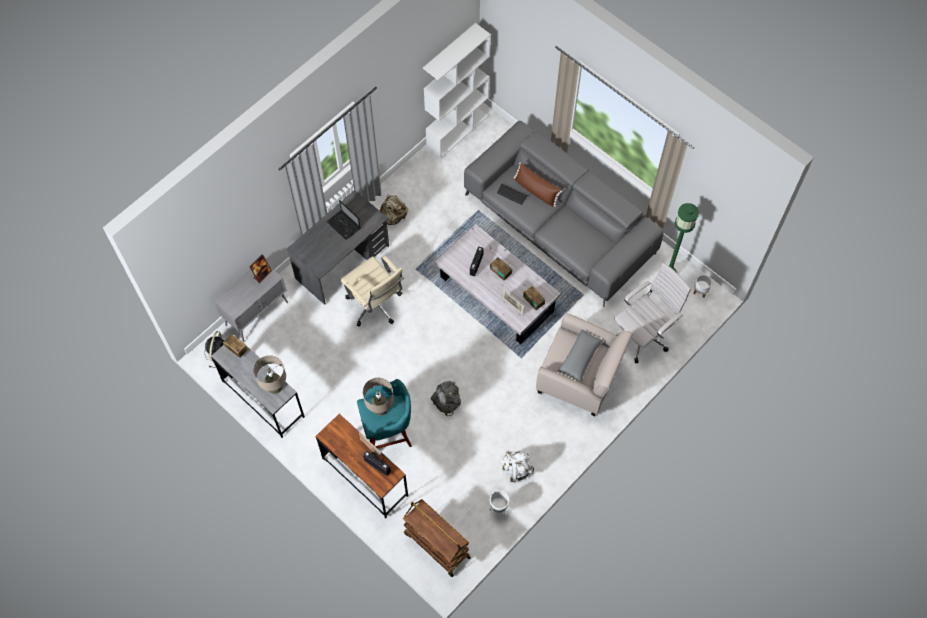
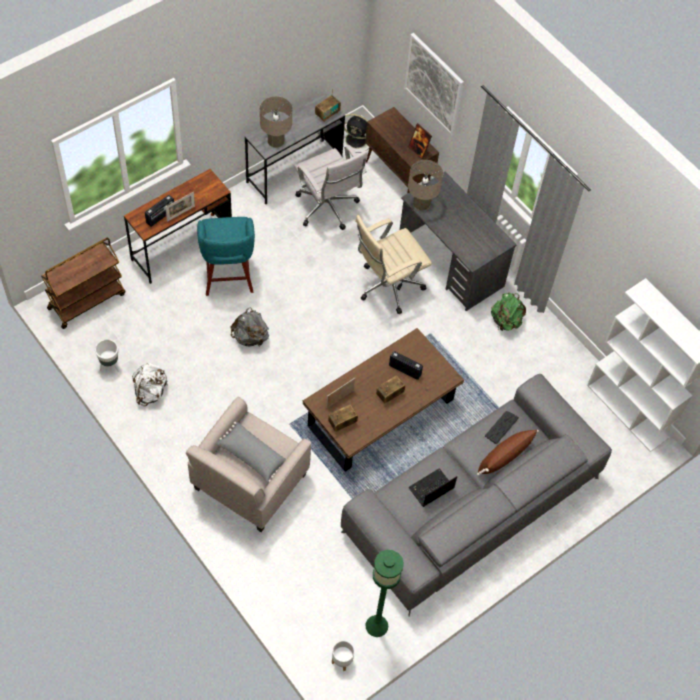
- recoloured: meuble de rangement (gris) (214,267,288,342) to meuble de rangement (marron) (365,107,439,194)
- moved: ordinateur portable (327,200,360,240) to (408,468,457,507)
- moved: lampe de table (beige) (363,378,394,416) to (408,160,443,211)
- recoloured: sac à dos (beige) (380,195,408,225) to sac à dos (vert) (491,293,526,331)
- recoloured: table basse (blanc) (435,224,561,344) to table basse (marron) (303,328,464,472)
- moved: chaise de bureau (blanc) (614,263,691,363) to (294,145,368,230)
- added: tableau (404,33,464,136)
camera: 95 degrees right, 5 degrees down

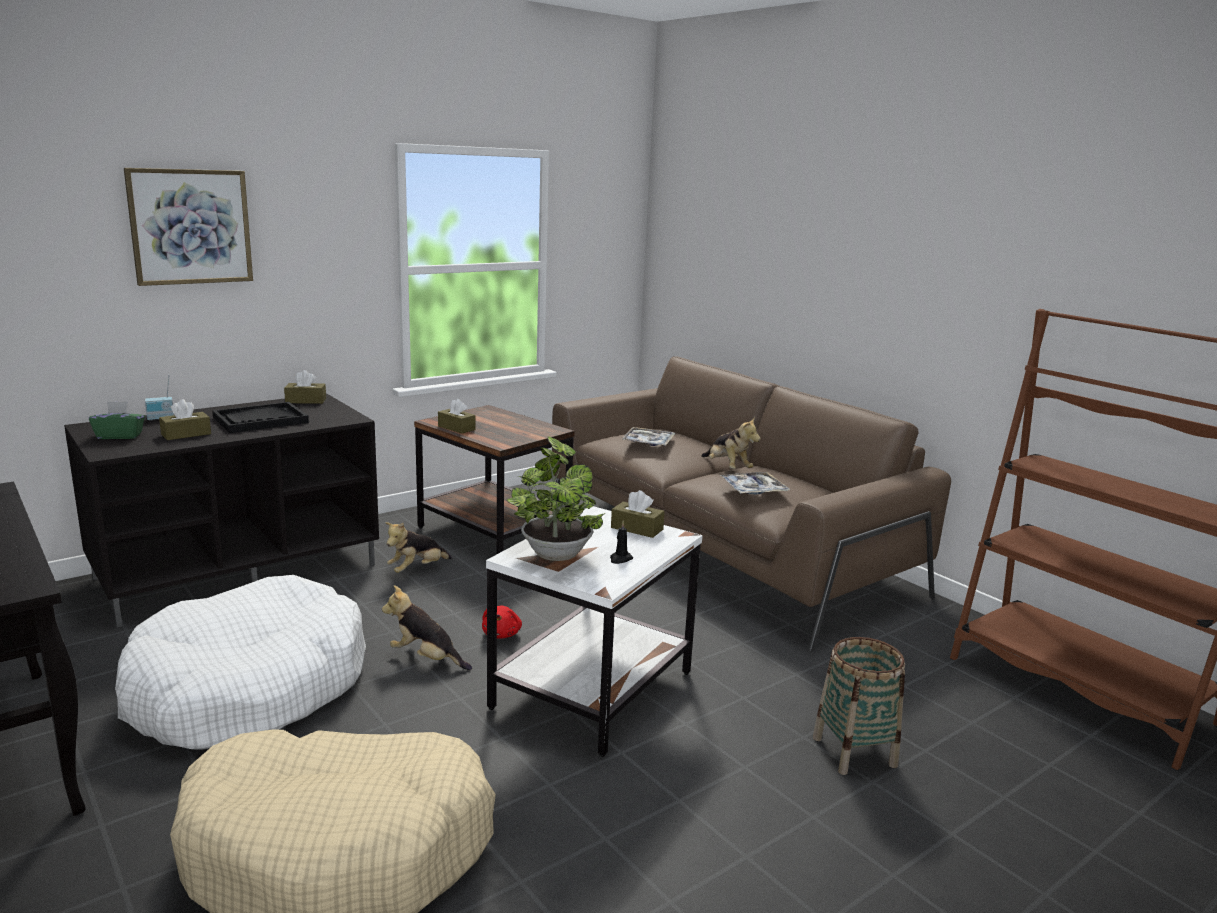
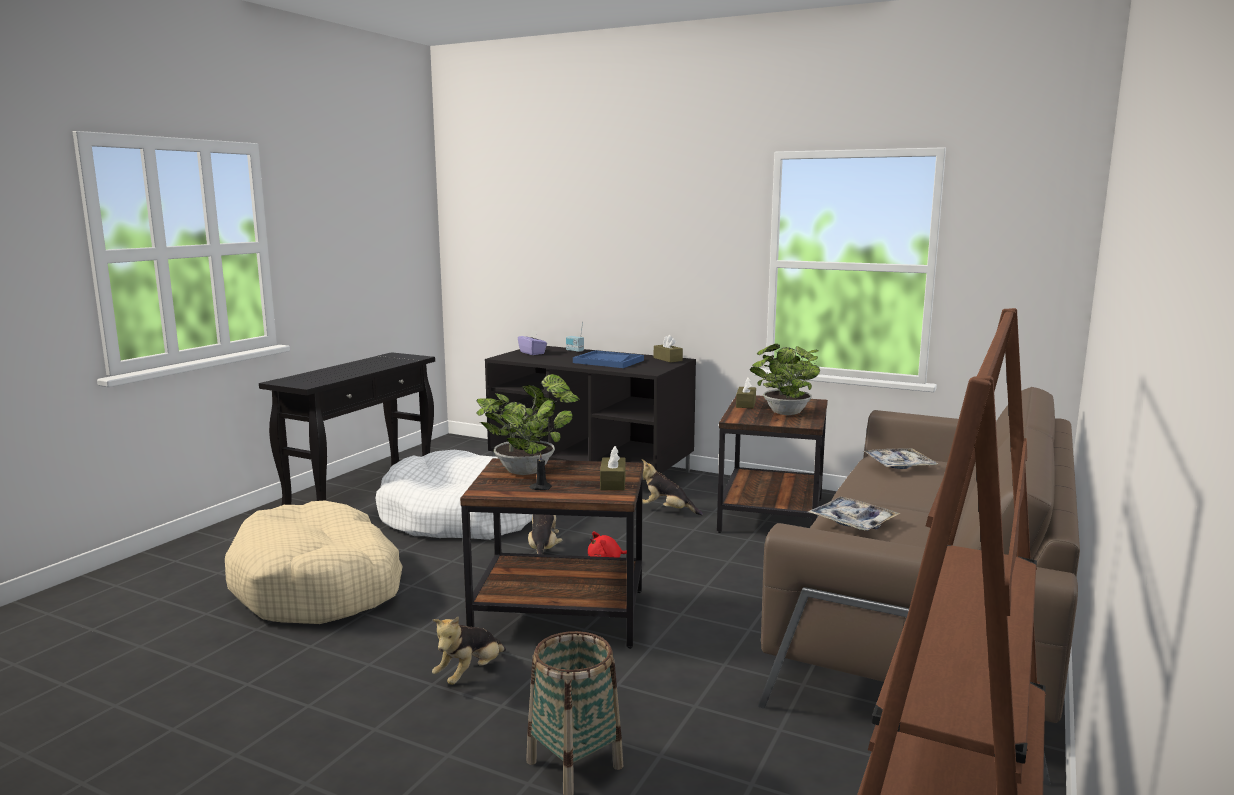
- recoloured: boîte à mouchoirs (vert) (89,401,145,439) to boîte à mouchoirs (violet) (518,330,547,355)
- removed: tableau (124,168,253,286)
- removed: boîte à mouchoirs (marron) (159,399,211,440)
- recoloured: plateau (noir) (212,402,309,433) to plateau (bleu) (573,350,644,368)
- recoloured: table d'appoint (blanc) (486,506,703,757) to table d'appoint (marron) (460,458,644,649)
- moved: peluche (701,416,761,469) to (432,617,506,685)
- added: plante en pot (750,344,820,415)
camera: 65 degrees right, 5 degrees down

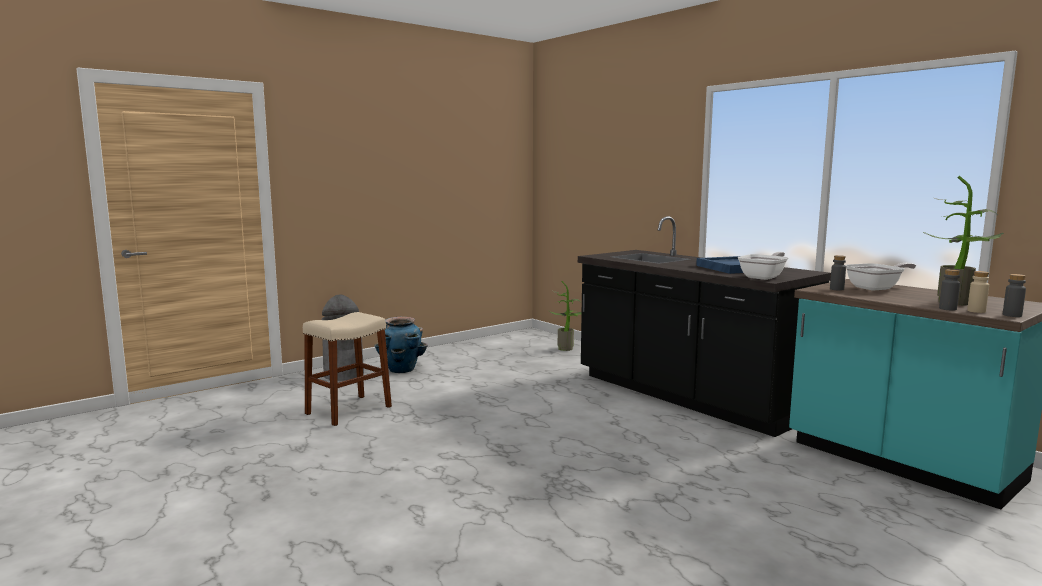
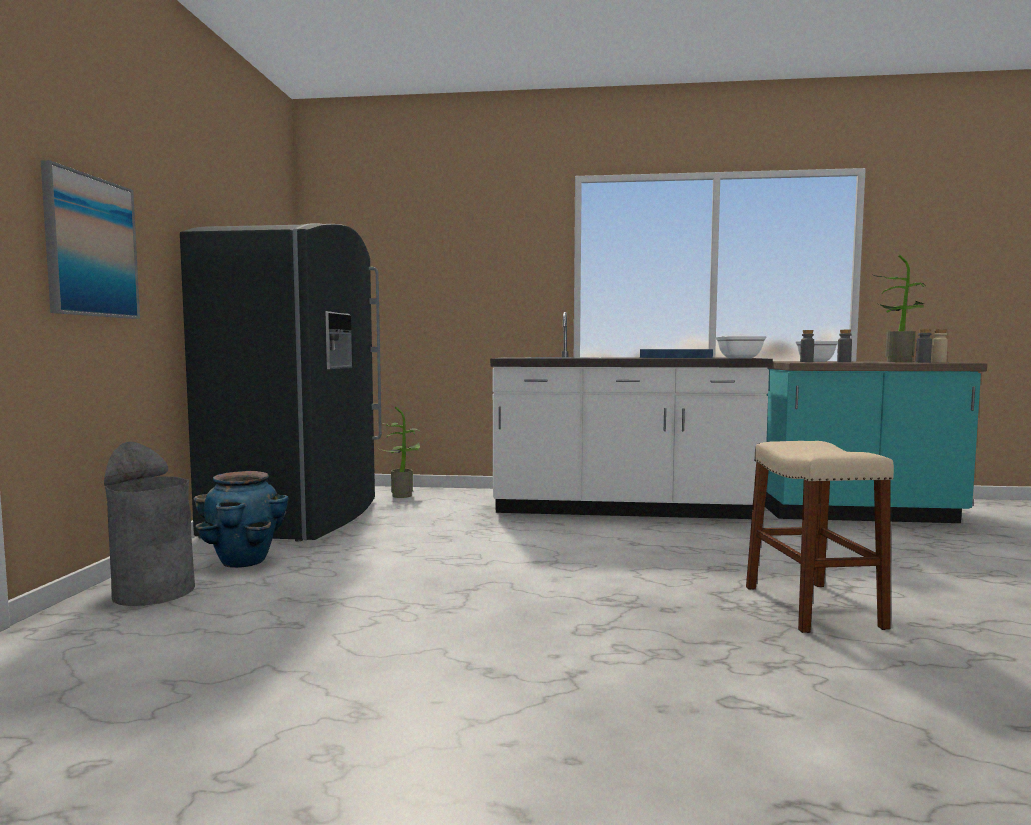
- moved: tabouret (beige) (303,312,392,426) to (746,441,894,633)
- recoloured: comptoir de cuisine (noir) (578,216,831,437) to comptoir de cuisine (blanc) (490,312,773,519)
- moved: bouteille (gris) (1003,274,1026,317) to (837,330,852,362)
- added: tableau (41,160,140,319)
- added: réfrigérateur (gris) (180,223,382,542)
camera: 45 degrees left, 5 degrees down

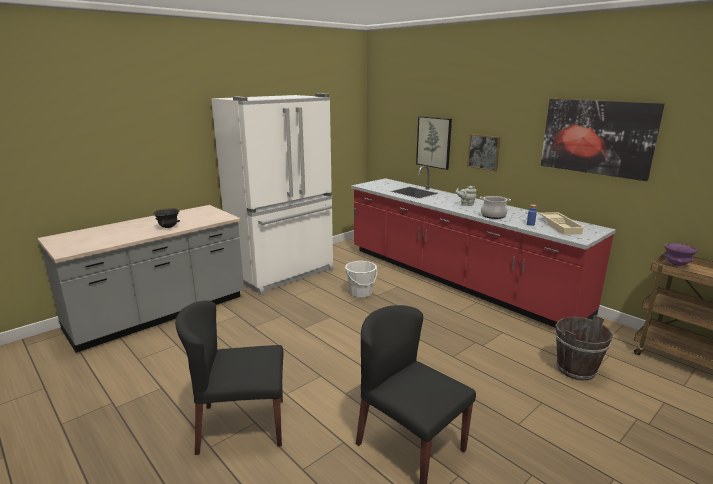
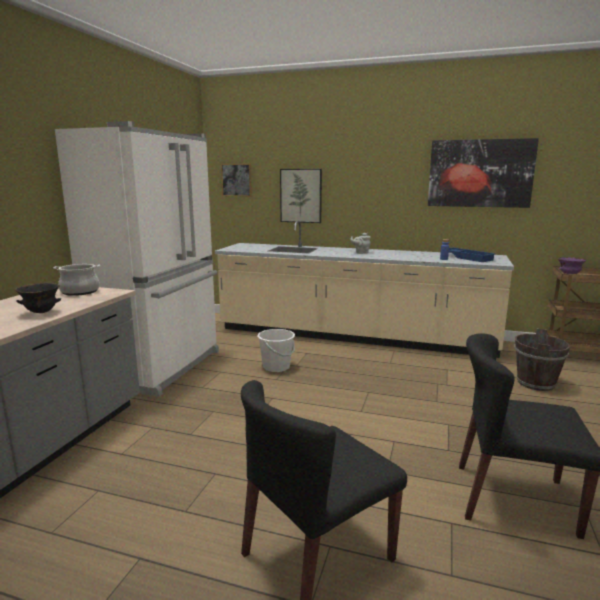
- recoloured: comptoir de cuisine (rouge) (351,166,616,328) to comptoir de cuisine (beige) (215,220,514,358)
- moved: tableau (467,134,501,172) to (221,164,252,197)
- moved: marmite (480,196,511,219) to (53,264,100,296)
- recoloured: plateau (beige) (539,212,585,235) to plateau (bleu) (449,247,495,262)
camera: 30 degrees left, 5 degrees down

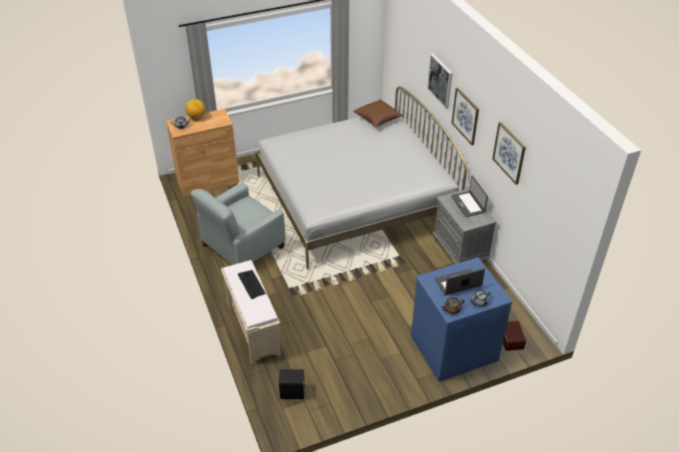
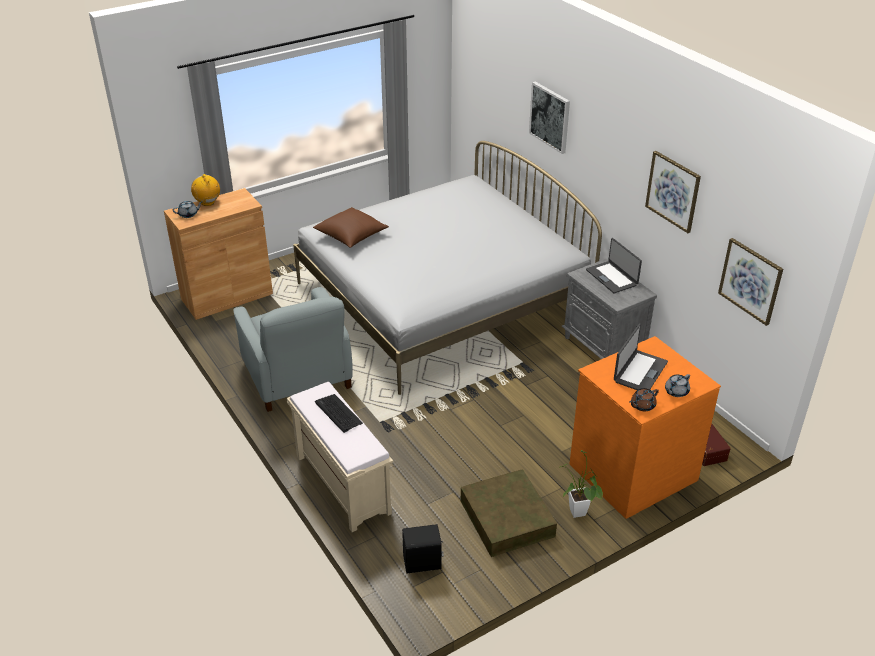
- turned: fauteuil (gris) (190,184,286,265) = (233,287,353,412) 60 degrees counterclockwise
- moved: coussin (marron) (353,99,403,128) to (313,207,389,248)
- recoloured: commode (bleu) (411,257,513,382) to commode (orange) (570,336,721,519)
- turned: ordinateur portable (435,268,485,295) = (614,324,668,390) 150 degrees clockwise
- moved: tableau (452,88,479,145) to (718,238,783,326)
- added: boîte de rangement (marron) (460,469,557,557)
- added: plante en pot (560,450,603,518)
camera: 10 degrees left, 5 degrees down

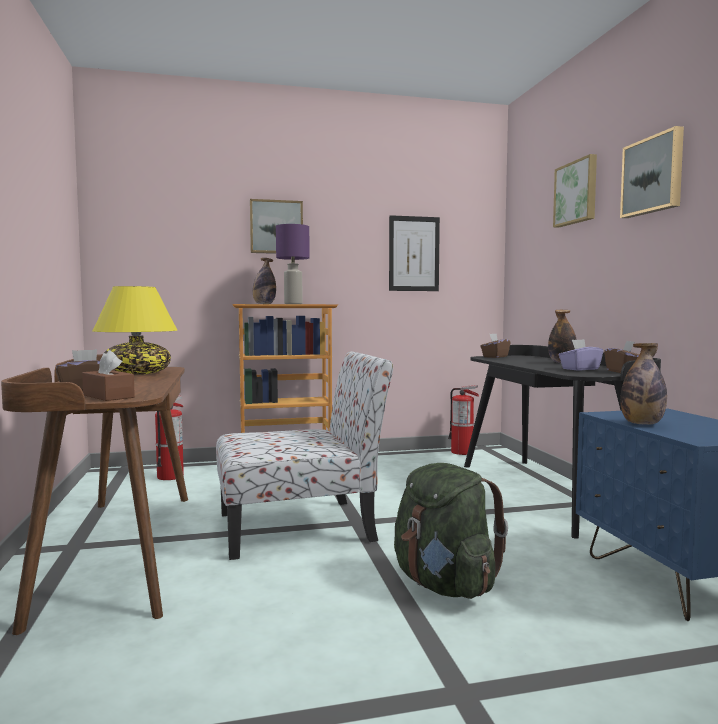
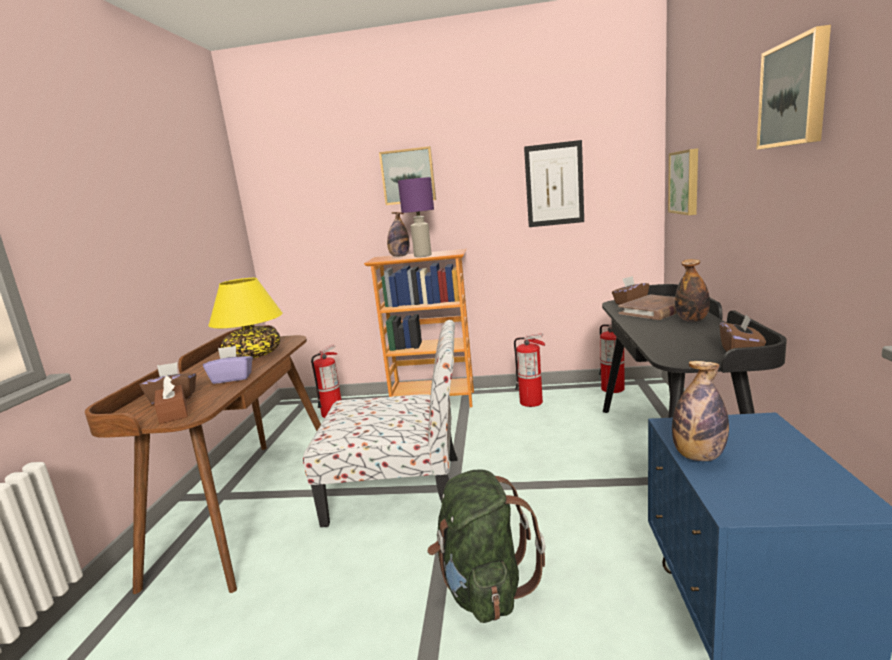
- moved: tableau (553,154,597,228) to (668,148,698,215)
- moved: boîte à mouchoirs (violet) (559,339,603,371) to (203,346,253,384)
- added: extincteur (514,333,545,407)
- added: livre (marron) (618,294,677,320)
camera: 20 degrees right, 10 degrees up

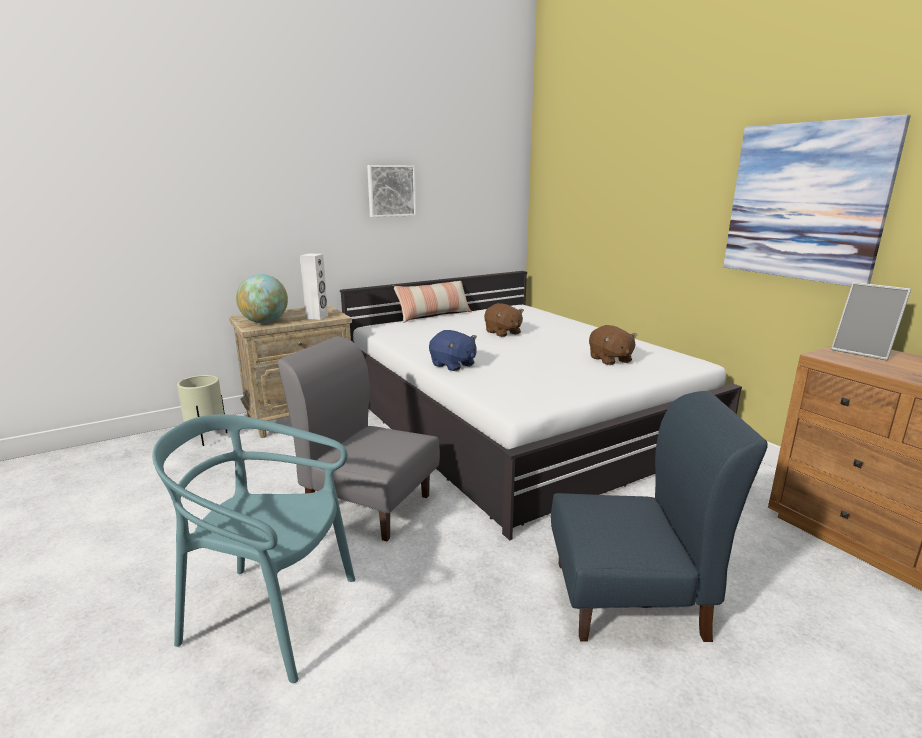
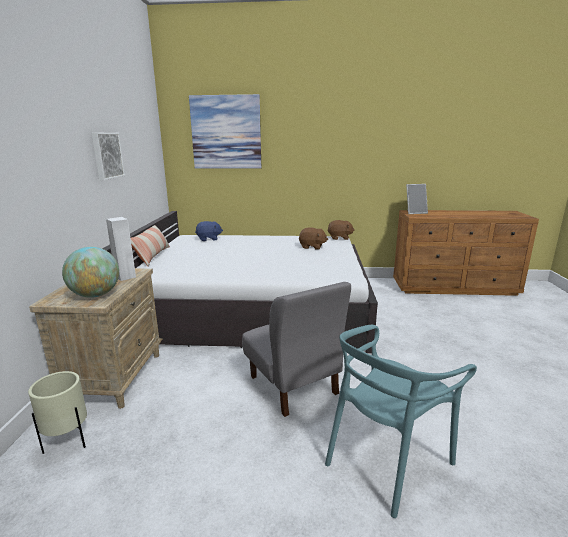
- turned: chaise (gris) (278,336,440,541) = (242,282,351,417) 90 degrees counterclockwise
- moved: peluche (bleu) (429,330,477,371) to (195,221,223,241)
- moved: peluche (marron) (484,303,524,337) to (327,220,355,240)
- removed: chaise (bleu) (551,391,768,642)
- moved: tableau (723,115,911,286) to (189,94,261,169)
camera: 55 degrees left, 0 degrees up

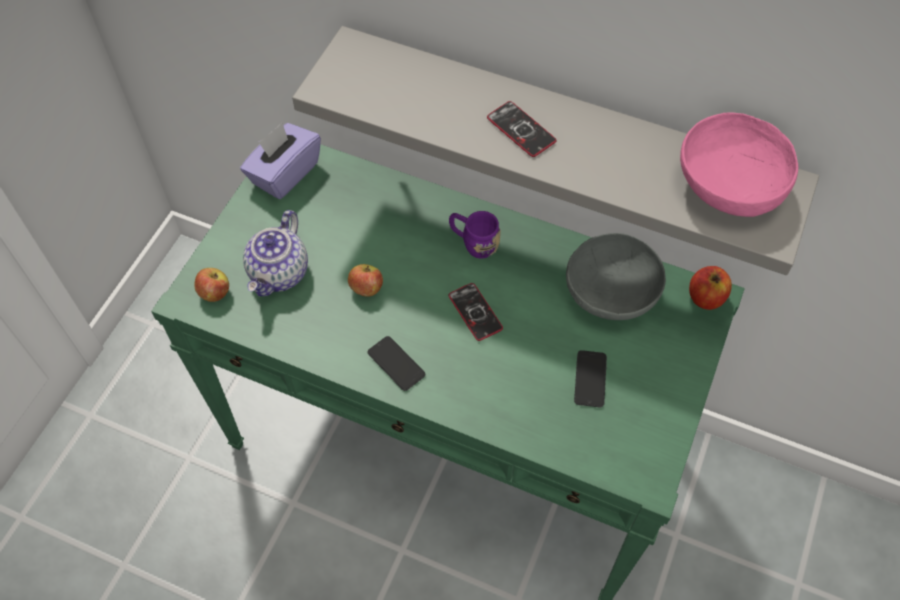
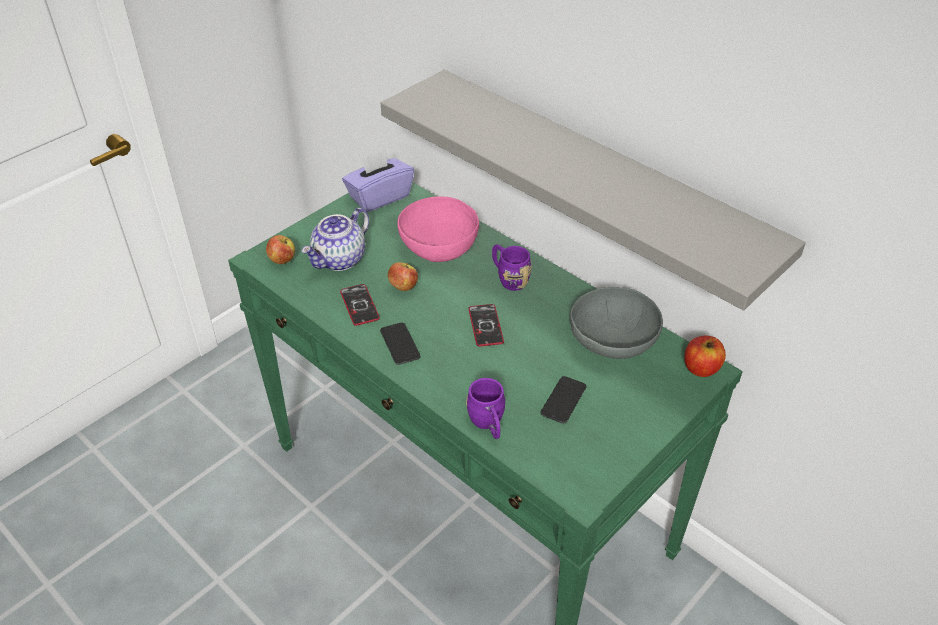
- moved: téléphone (487,101,556,157) to (340,284,380,326)
- moved: bol (rose) (680,113,798,217) to (397,196,479,262)
- added: mug (violet) (466,378,505,439)
camera: 20 degrees right, 15 degrees down

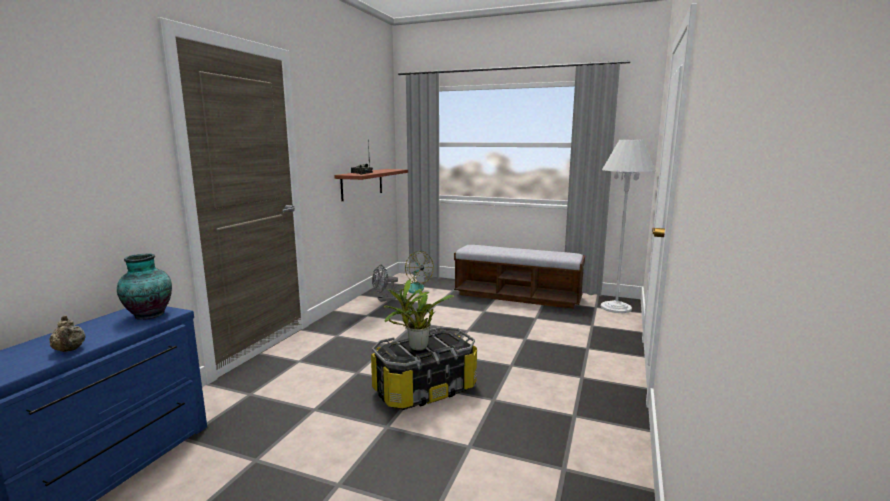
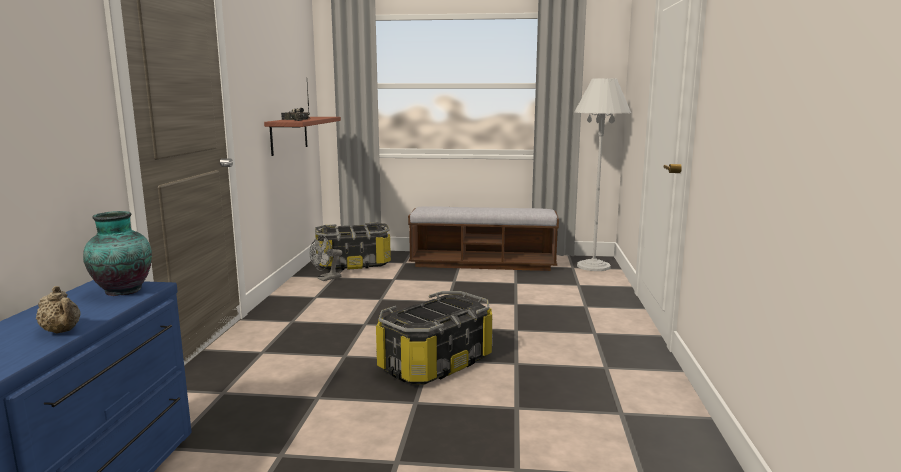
- removed: plante en pot (384,280,454,351)
- replaced: ventilateur (393,251,434,294) to boîte de rangement (315,222,391,270)
camera: 15 degrees left, 0 degrees up

